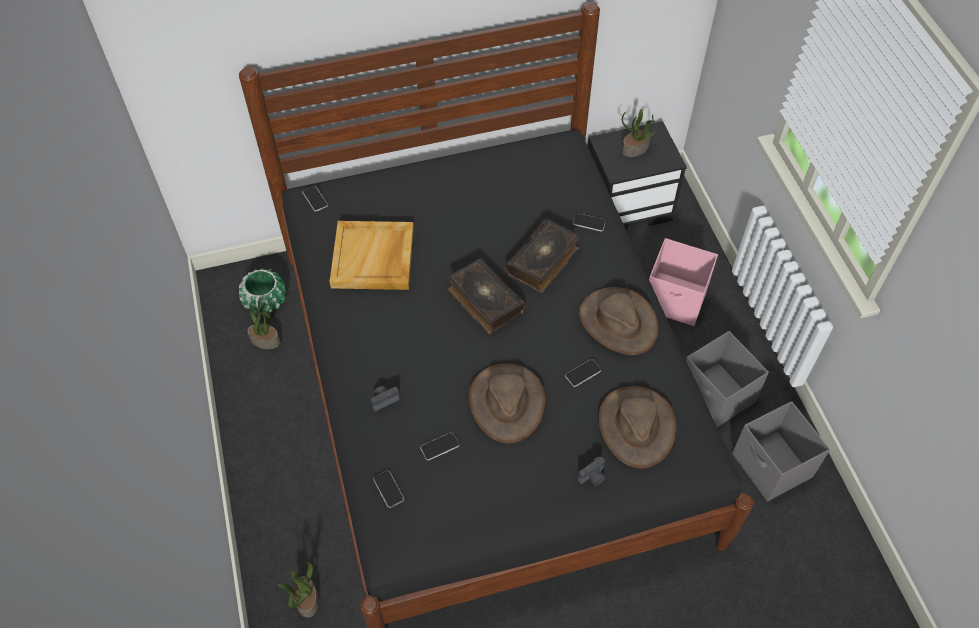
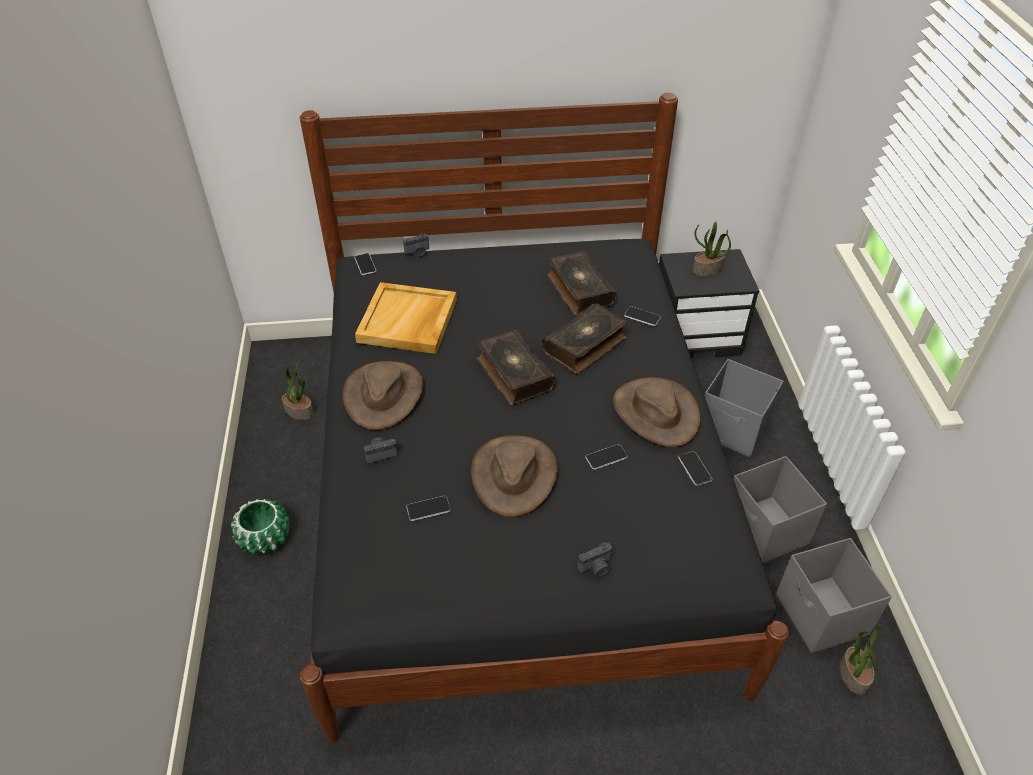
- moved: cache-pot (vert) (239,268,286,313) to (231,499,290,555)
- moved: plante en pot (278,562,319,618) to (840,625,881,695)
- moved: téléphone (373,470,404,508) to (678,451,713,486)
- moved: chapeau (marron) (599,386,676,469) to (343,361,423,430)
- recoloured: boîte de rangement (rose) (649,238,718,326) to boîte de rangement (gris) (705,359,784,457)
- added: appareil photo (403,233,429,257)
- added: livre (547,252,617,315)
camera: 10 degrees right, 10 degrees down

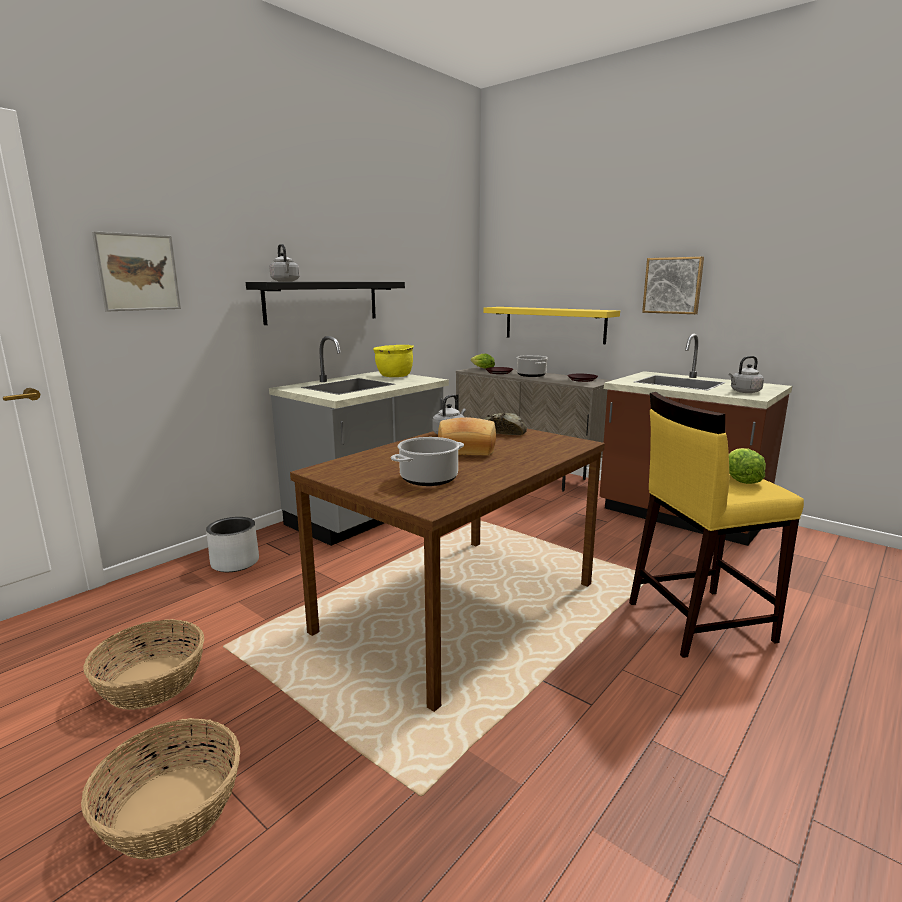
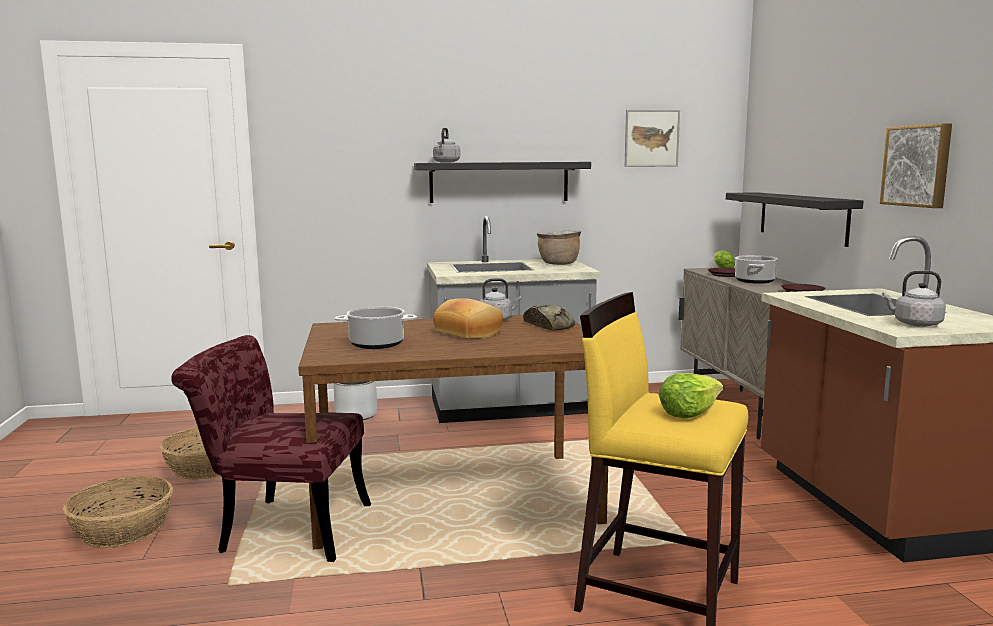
- moved: tableau (92,231,181,312) to (625,110,680,167)
- recoloured: marmite (jaune) (373,345,414,377) to marmite (marron) (537,230,581,265)
- recoloured: étagère (jaune) (483,307,620,344) to étagère (noir) (726,192,864,247)
- added: chaise (rouge) (172,335,371,562)
camera: 40 degrees right, 5 degrees down

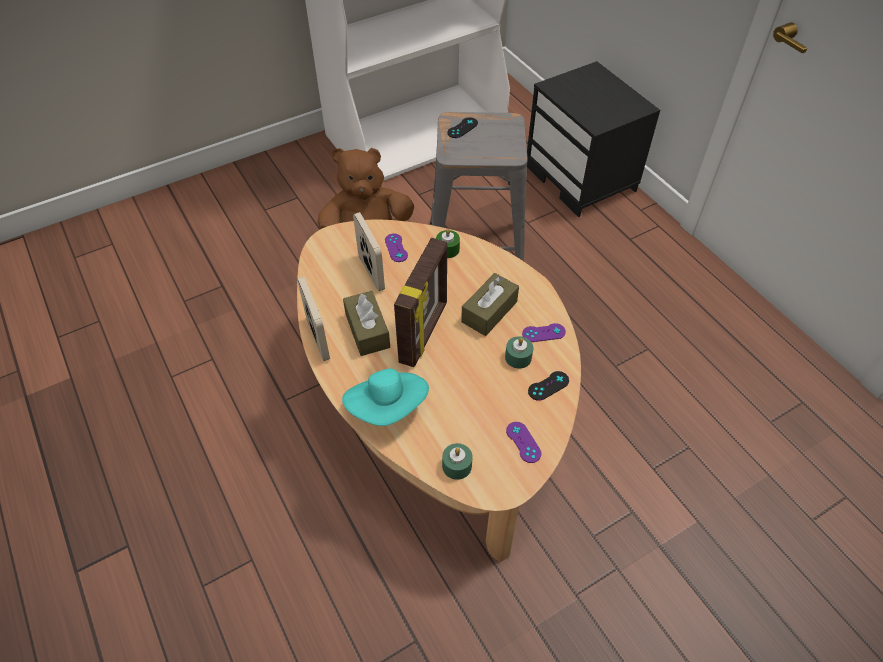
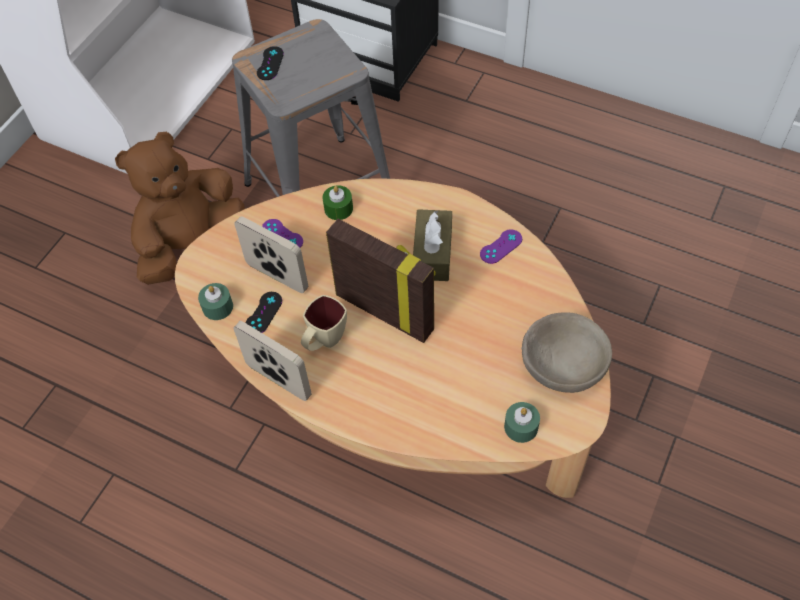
- removed: chapeau (turquoise) (342,368,429,426)
- replaced: boîte à mouchoirs (marron) (343,291,390,356) to mug (beige) (301,295,347,351)
- turned: cadre photo (394,238,447,367) = (326,219,436,343) 45 degrees counterclockwise
- moved: bougie (vert) (505,336,533,369) to (198,283,233,320)
- replaced: manette (violet) (506,422,542,463) to bol (beige) (521,312,612,393)
- moved: manette (noir) (528,371,569,401) to (245,292,282,333)
camera: 30 degrees left, 5 degrees up

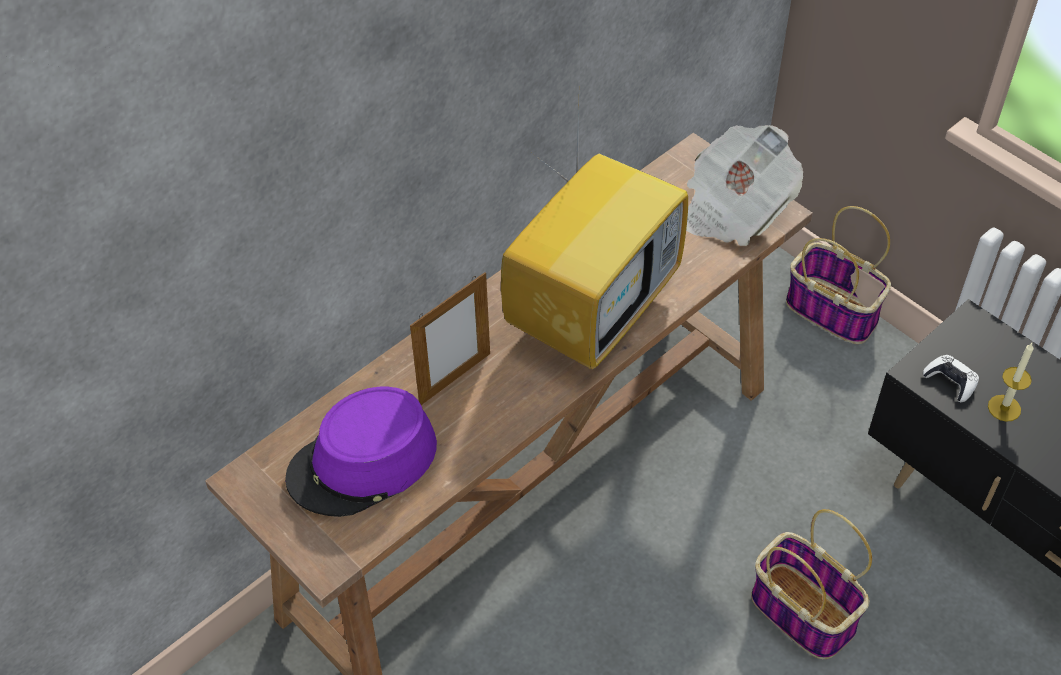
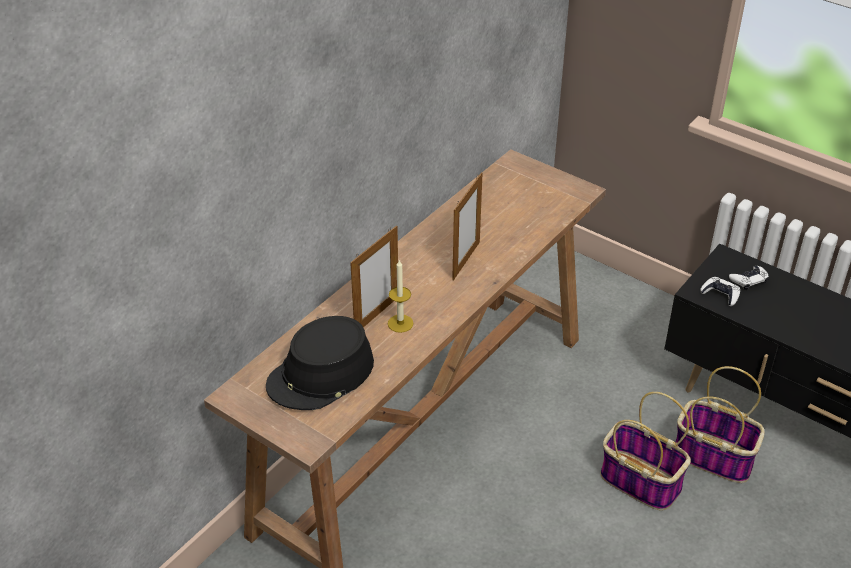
- recoloured: chapeau (violet) (285,387,437,517) to chapeau (noir) (266,316,374,410)
- replaced: téléviseur (501,104,688,369) to cadre photo (452,172,483,281)
- removed: journal (686,125,803,246)
- moved: panier (786,206,891,344) to (676,366,765,483)
- moved: bougie (988,343,1034,422) to (388,260,413,333)
- added: manette (blanc) (729,266,769,290)
camera: 10 degrees left, 10 degrees down

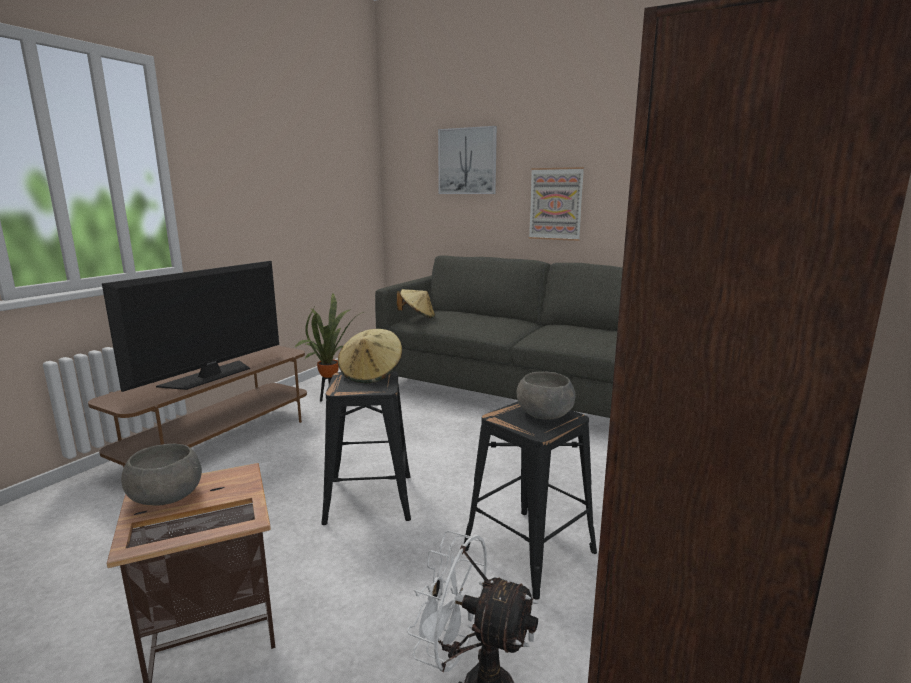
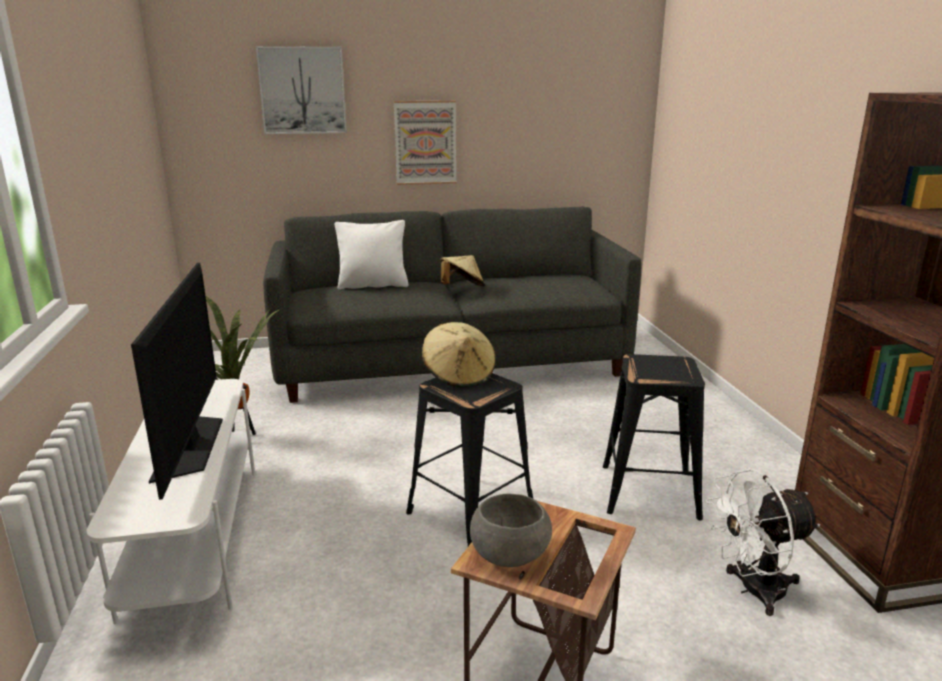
- recoloured: meuble télé (marron) (88,346,307,468) to meuble télé (blanc) (86,379,256,624)
- moved: chapeau (beige) (397,289,435,318) to (440,255,485,287)
- removed: bol (gris) (516,372,575,420)
- added: coussin (blanc) (335,220,409,290)
camera: 40 degrees left, 5 degrees up

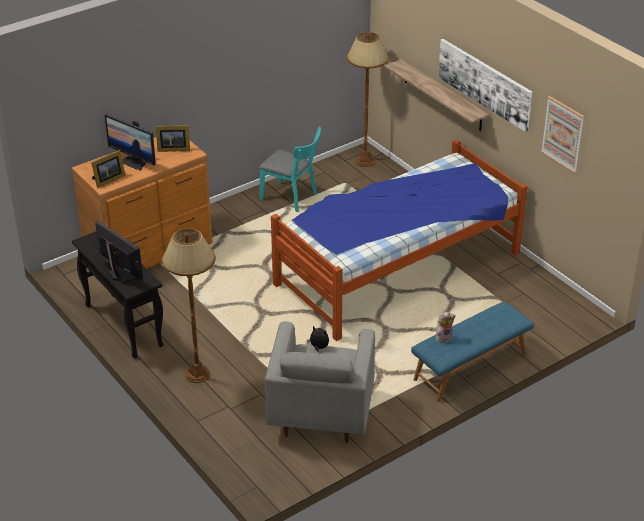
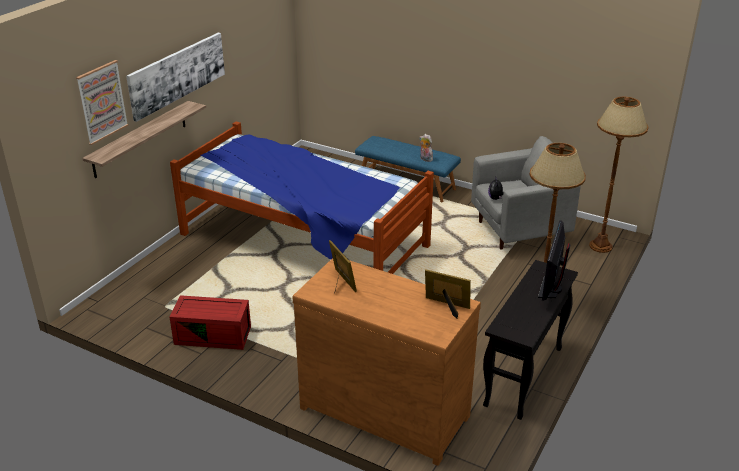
- removed: écran d'ordinateur (105,114,156,171)
- replaced: chaise (turquoise) (259,127,322,212) to boîte de rangement (rouge) (169,295,251,350)
- moved: lampadaire (marron) (346,32,389,167) to (589,97,648,253)
- moved: tableau (541,96,585,173) to (76,60,129,145)
camera: 115 degrees left, 5 degrees down

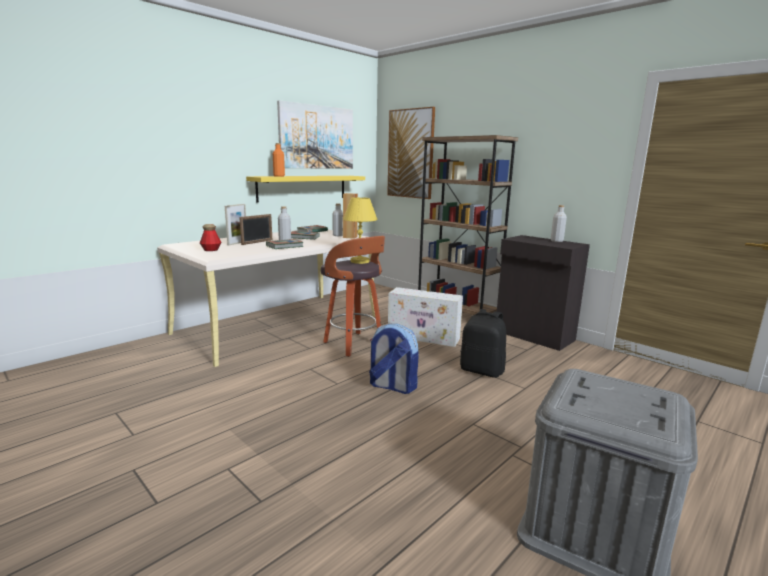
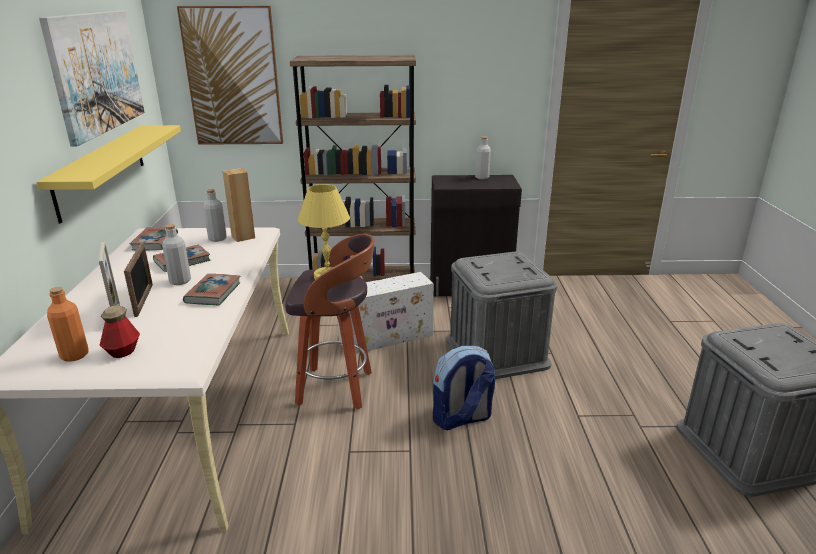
- moved: bouteille (orange) (273,143,285,177) to (47,287,89,362)
- replaced: sac à dos (noir) (460,309,506,378) to boîte de rangement (gris) (446,251,557,379)
camera: 45 degrees left, 10 degrees up

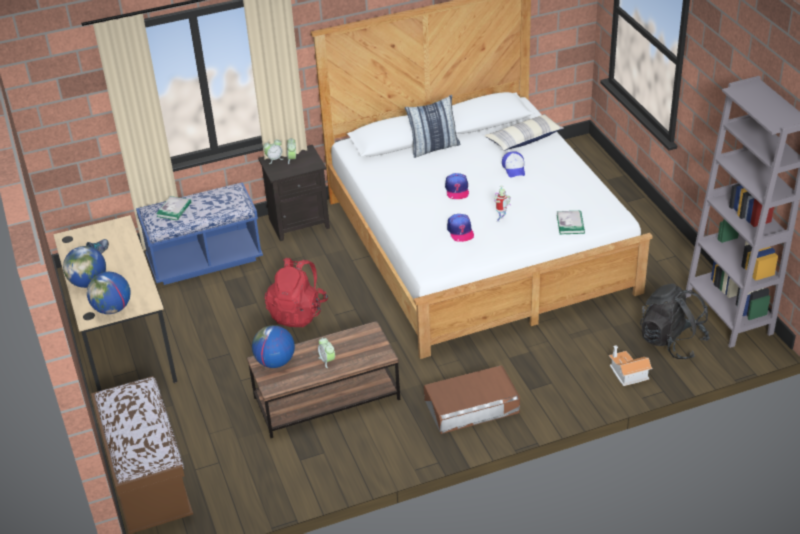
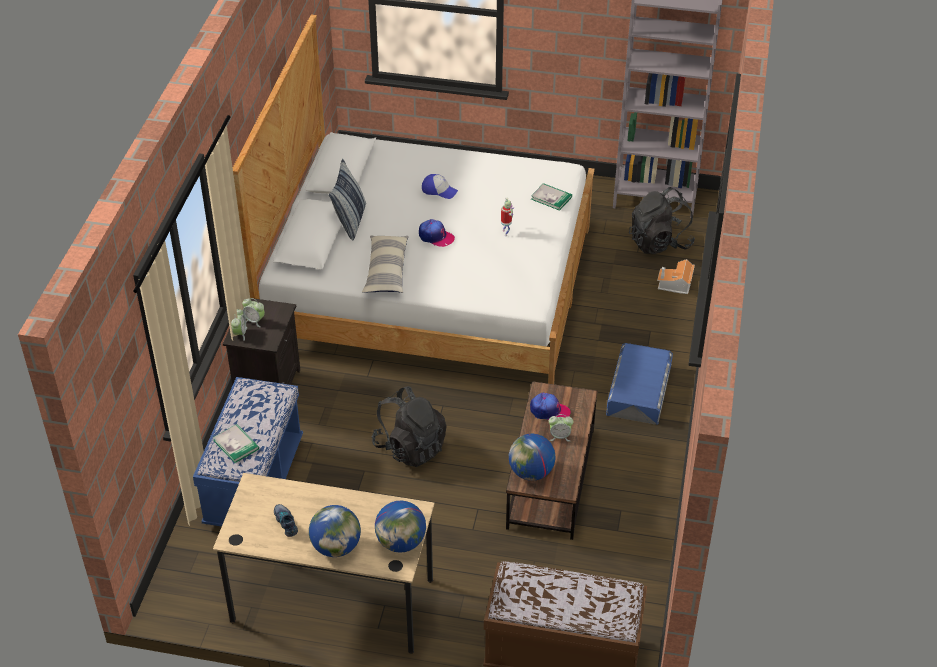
- recoloured: sac à dos (rouge) (265,258,328,327) to sac à dos (noir) (372,386,447,467)
- recoloured: boîte de rangement (marron) (424,365,520,434) to boîte de rangement (bleu) (606,343,673,425)
- moved: casquette (447,214,474,242) to (530,393,571,420)
- moved: coussin (484,114,564,151) to (362,236,409,293)
camera: 60 degrees left, 5 degrees up

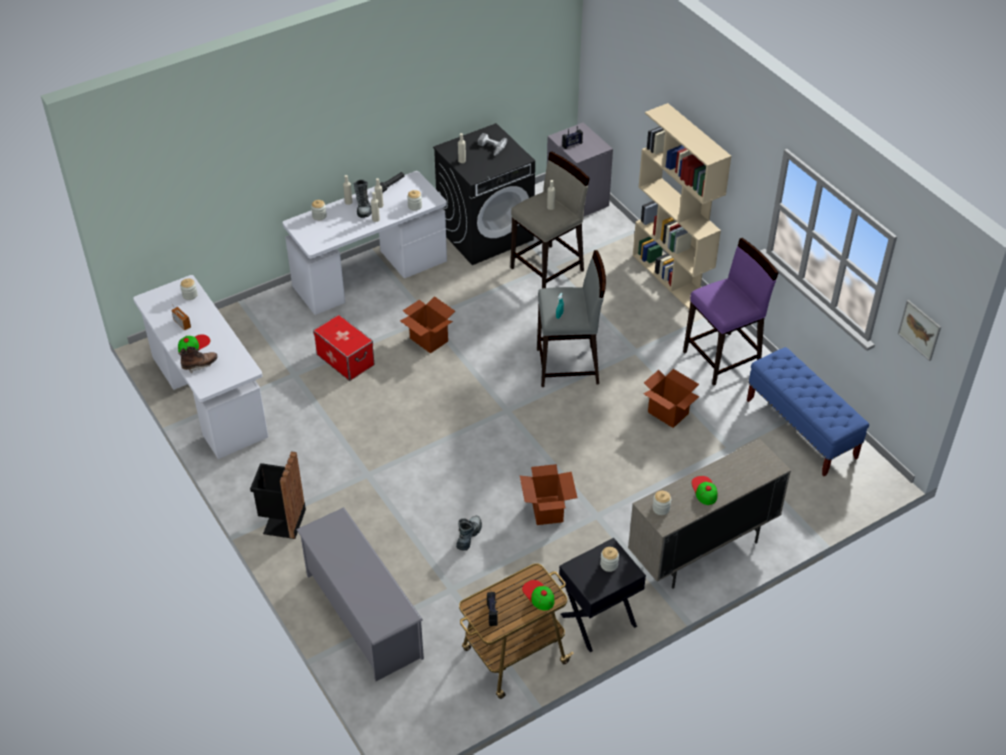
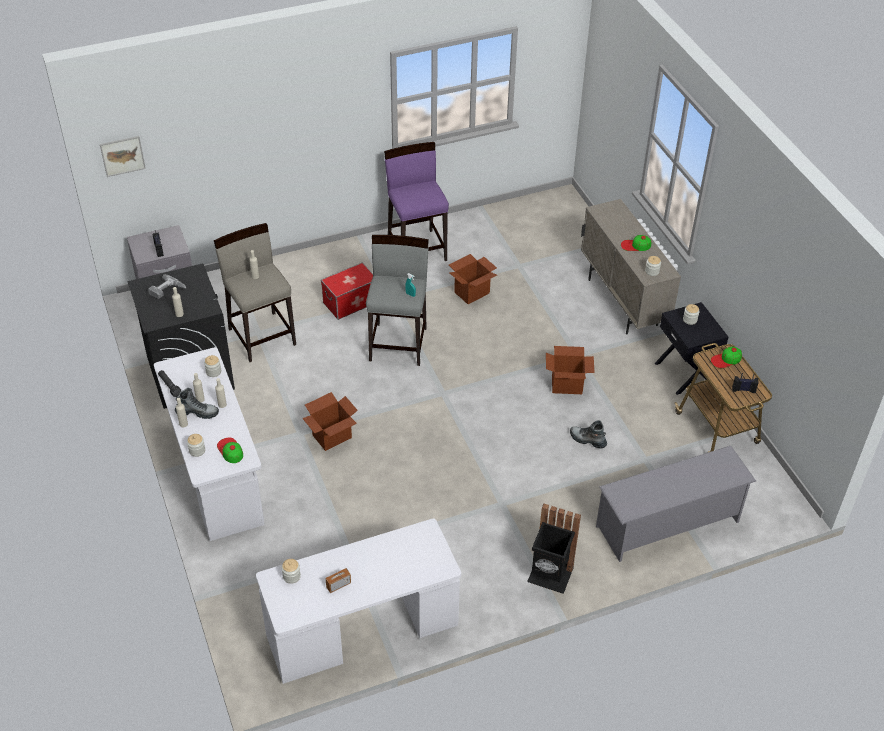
- moved: casquette (178,334,210,353) to (217,438,243,463)
- removed: botte (marron) (179,346,218,373)
- moved: boîte de rangement (313,314,375,381) to (321,263,373,320)
- removed: bibliothèque (beige) (633,103,731,309)
- removed: banc (bleu) (747,347,869,476)
- moved: tableau (898,300,941,361) to (100,136,146,177)
camera: 80 degrees left, 0 degrees up

